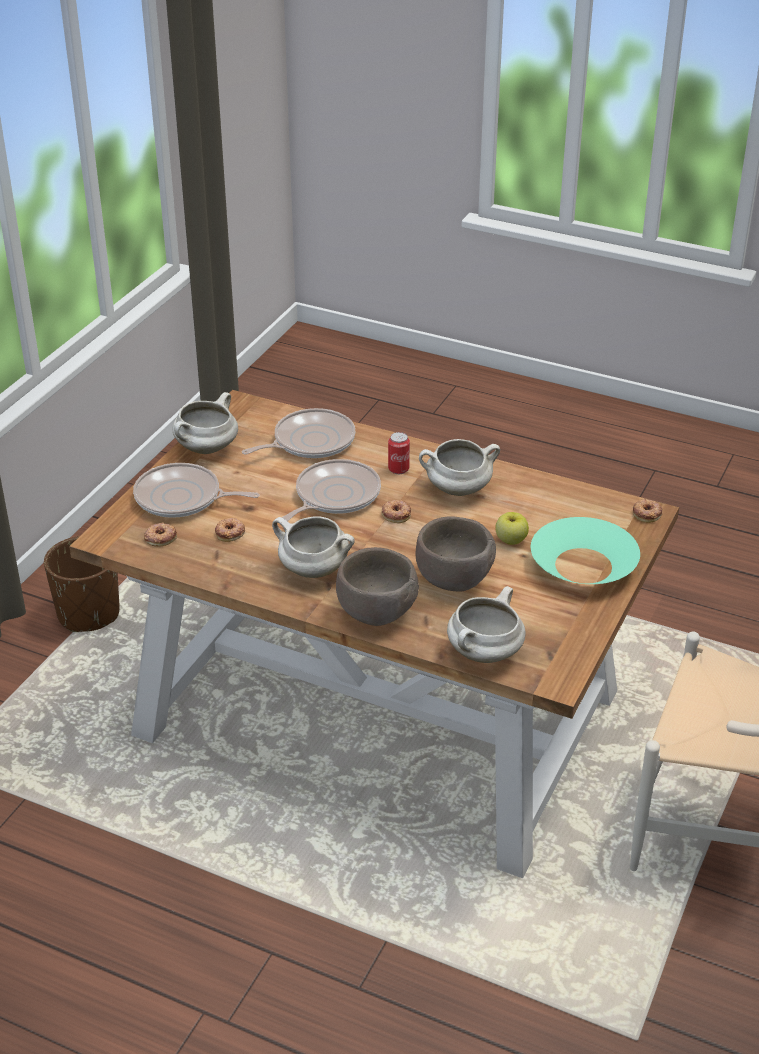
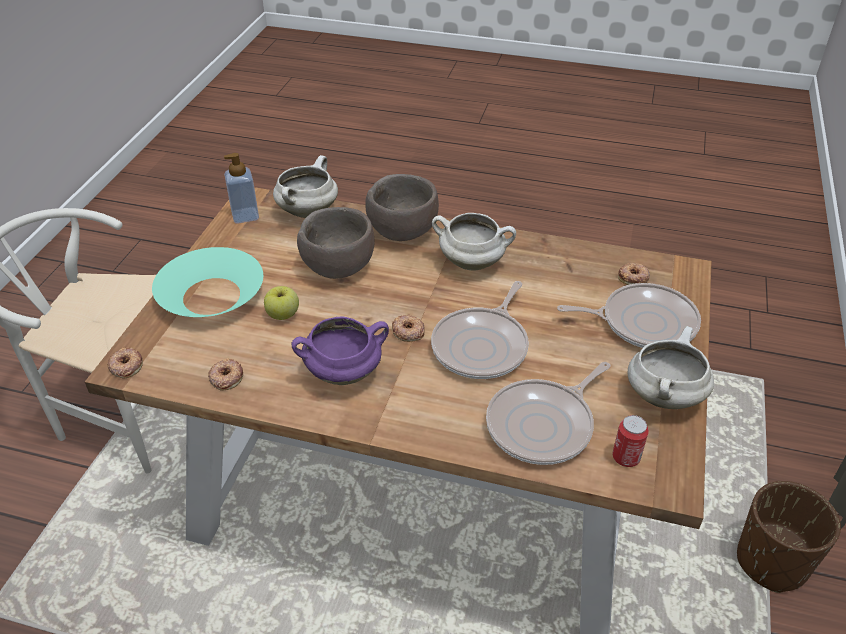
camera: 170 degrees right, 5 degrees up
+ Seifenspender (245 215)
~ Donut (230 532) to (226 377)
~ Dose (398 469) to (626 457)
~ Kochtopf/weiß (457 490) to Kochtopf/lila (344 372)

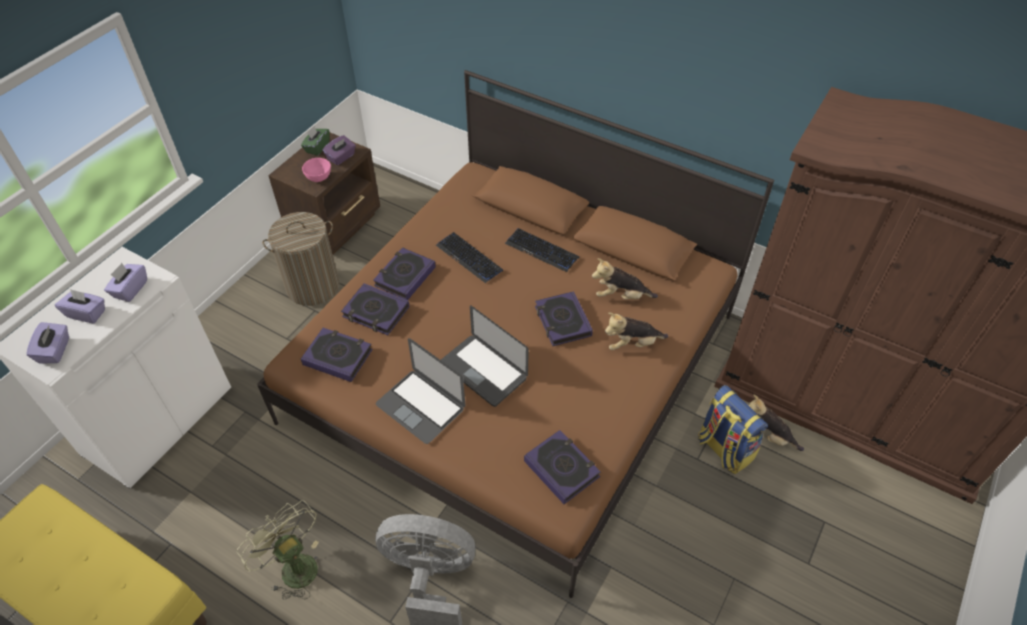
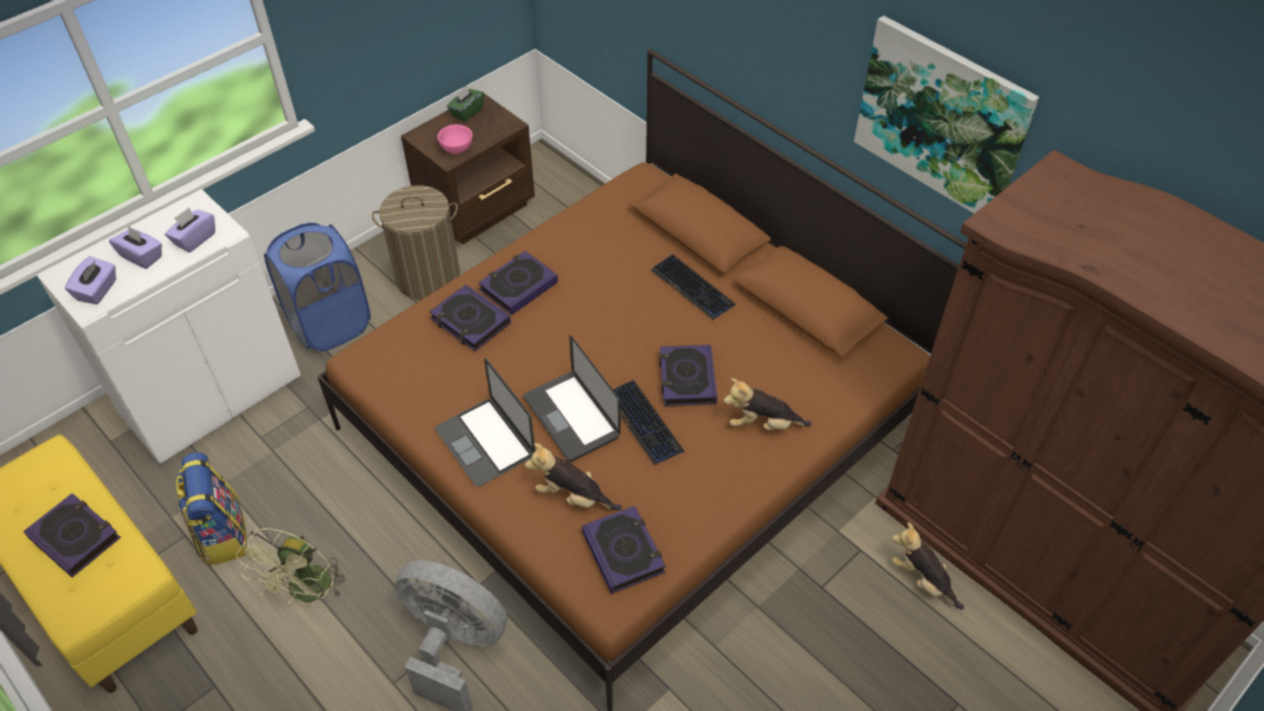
camera: 15 degrees right, 0 degrees up
- Taschentuchbox/lila (341 157)
+ Wäschekorb/blau (330 324)
+ Bild (942 118)
~ Buch (338 357) to (75 538)
~ Tastatur (469 258) to (644 423)
~ Plüschtier (621 296) to (573 496)
~ Rucksack (723 449) to (222 534)
~ Ventilator/grün (293 566) = (307 593) 135 degrees counterclockwise

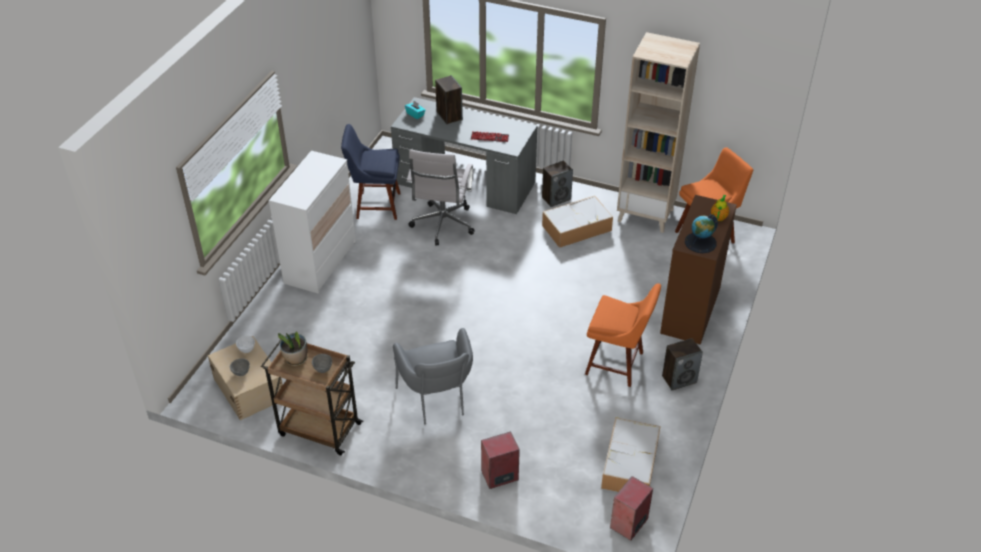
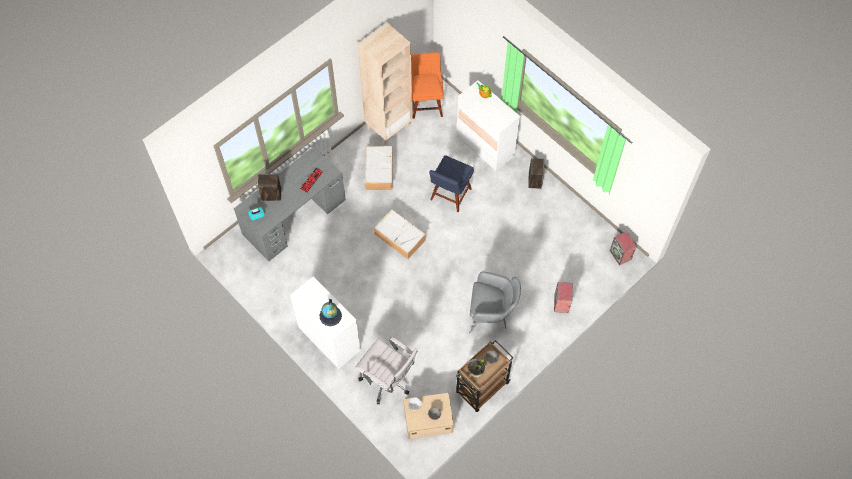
camera: 65 degrees left, 20 degrees up
- Lautsprecher (556 198)
- Stuhl/orange (617 364)
~ Stuhl/blau (375 205) to (449 196)
~ Bürostuhl/weiß (442 226) to (388 381)
~ Aufbewahrungsbox (630 464) to (400 237)
~ Globus (700 242) to (330 315)
~ Kommode/braun (690 310) to Kommode/weiß (485 147)

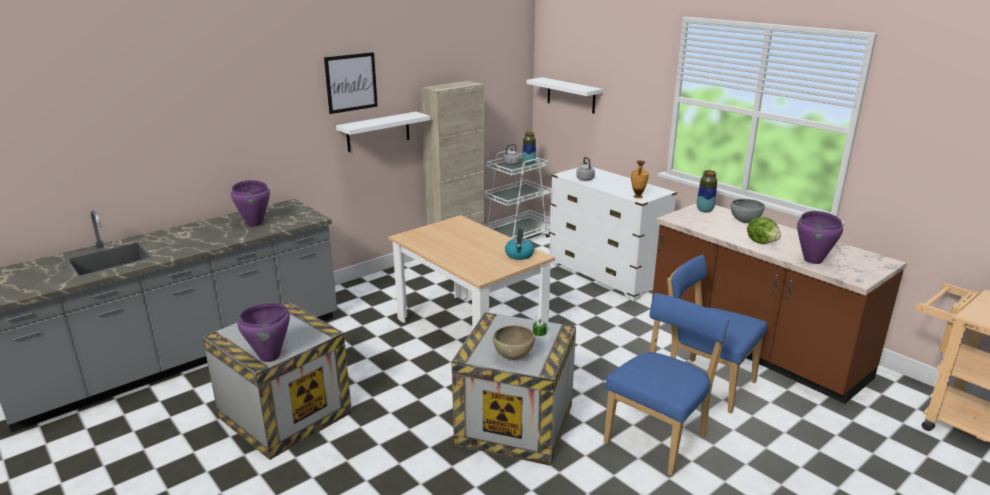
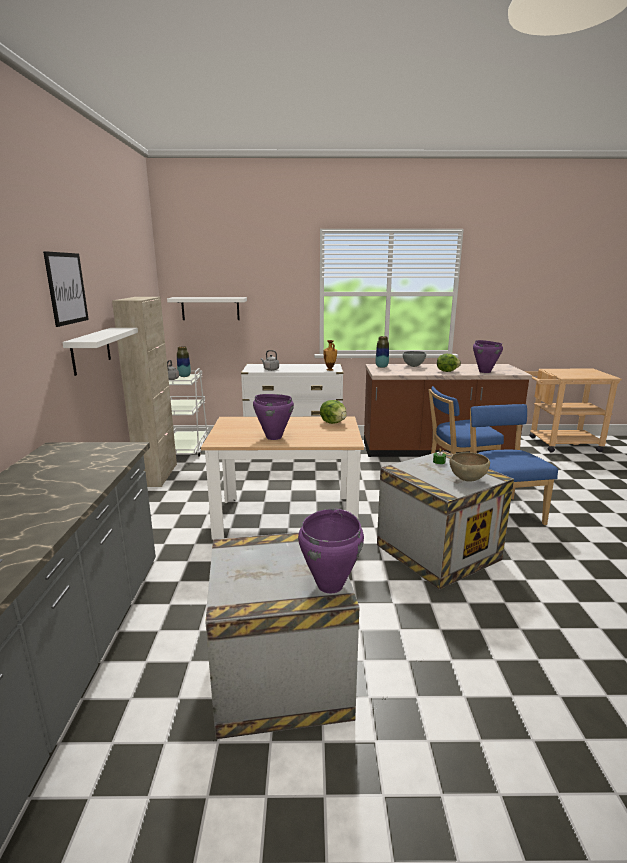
camera: 50 degrees left, 5 degrees down
~ Kochtopf/lila (255 223) to (273 437)
~ Wasserkessel (519 255) to Salatkopf (333 422)

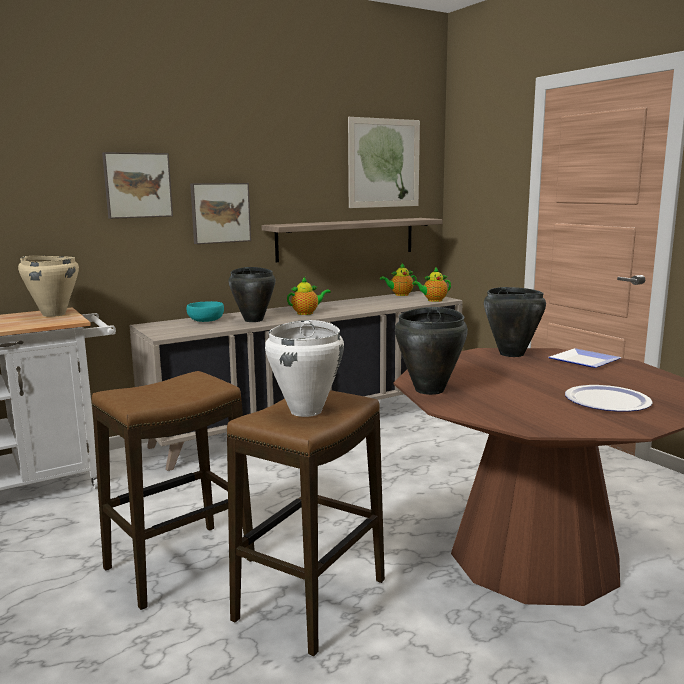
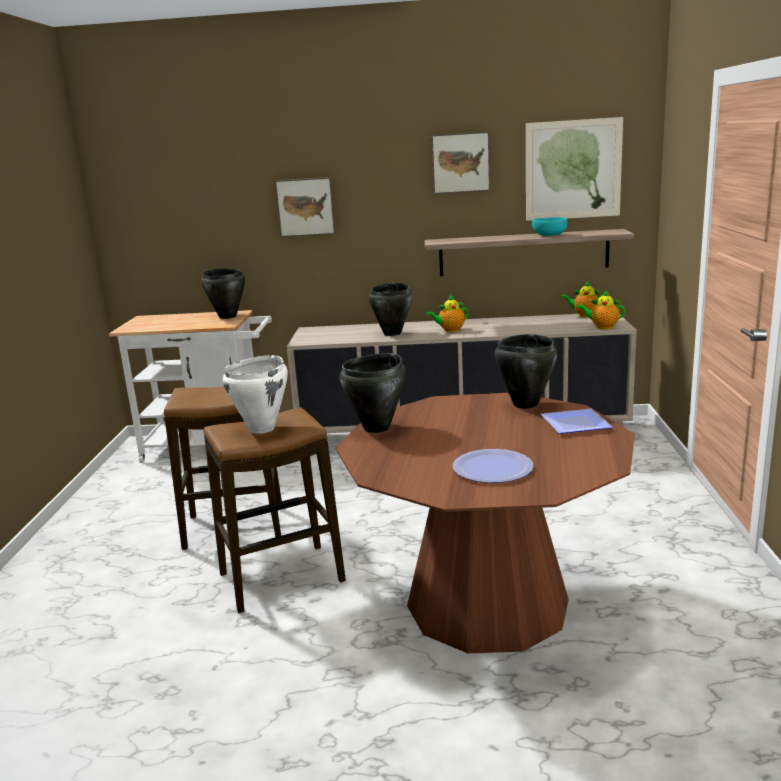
camera: 35 degrees right, 5 degrees up
~ Schüssel/türkis (206 321) to (550 235)
~ Bild (220 213) to (460 162)
~ Kochtopf/beige (54 314) to Kochtopf/schwarz (228 316)
~ Teekanne (307 313) = (450 330) 150 degrees clockwise

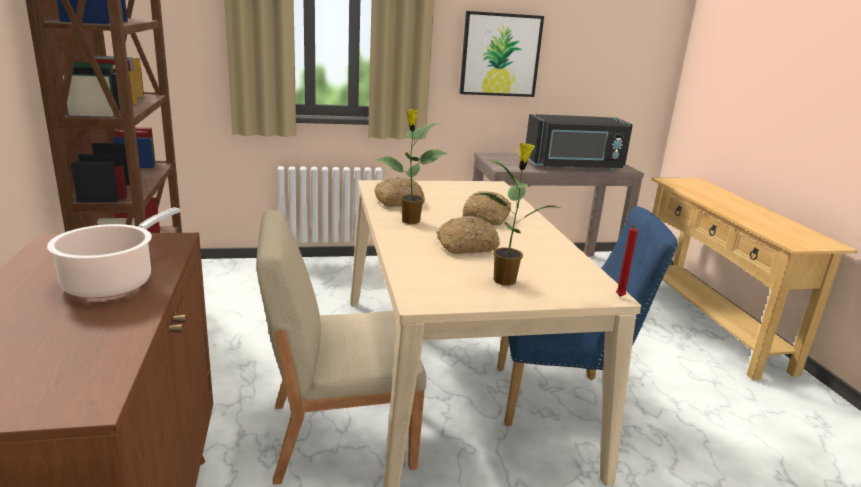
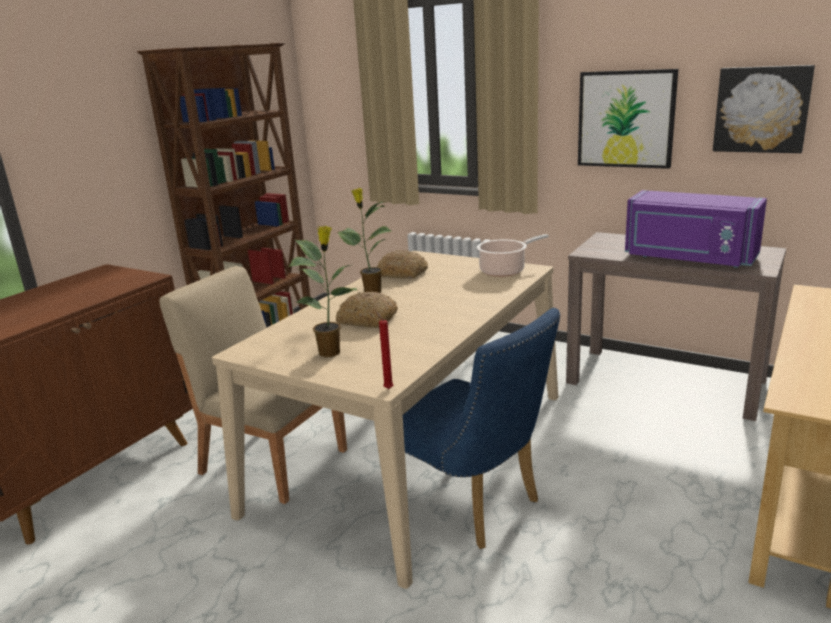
camera: 45 degrees right, 0 degrees up
- Brot (486 217)
+ Bild (761 109)
~ Kochtopf (113 282) to (505 270)
~ Mikrowelle/schwarz (574 166) to Mikrowelle/lila (688 258)

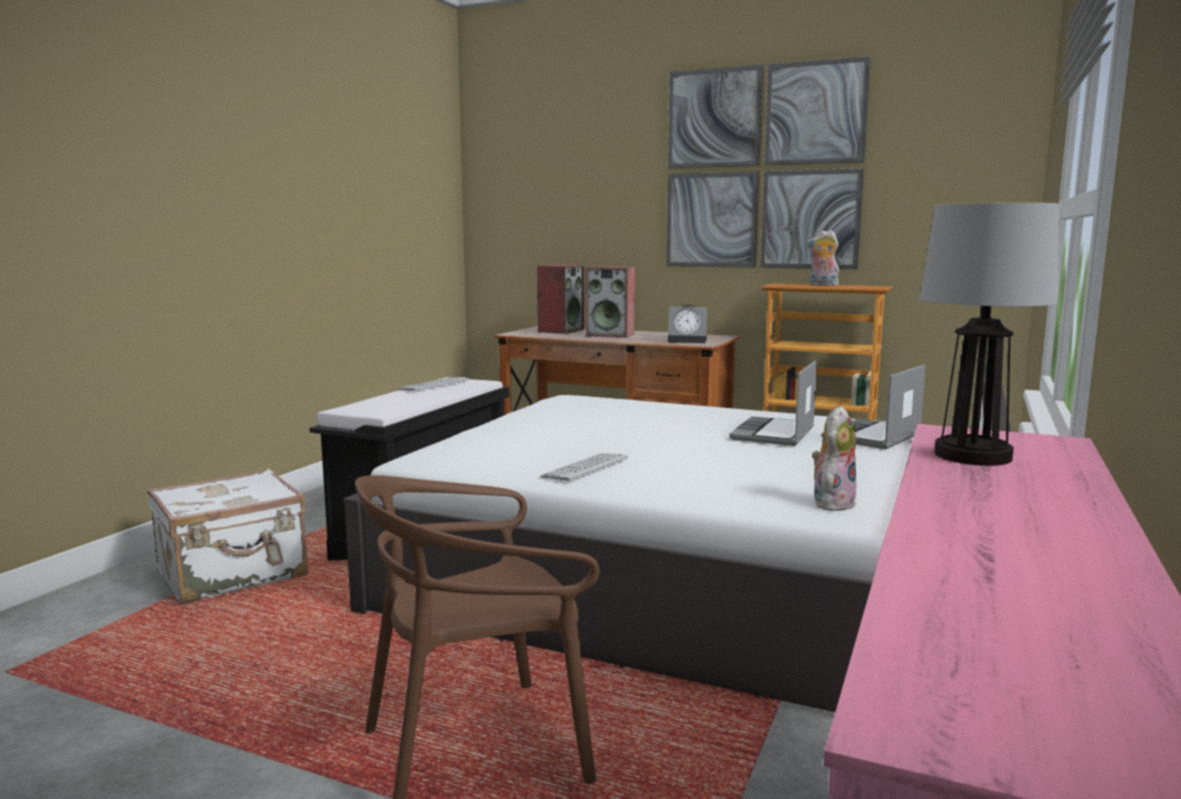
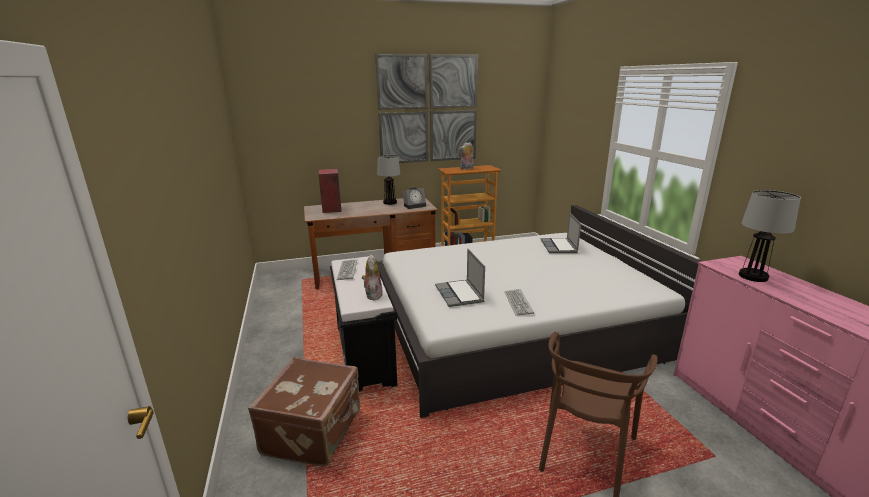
camera: 40 degrees left, 10 degrees up
- Lautsprecher (611 335)
+ Tischlampe (390 202)
~ Laptop (774 434) to (460 294)
~ Plüschtier (832 503) to (372 295)
~ Koffer/weiß (234 575) to Koffer/braun (314 431)

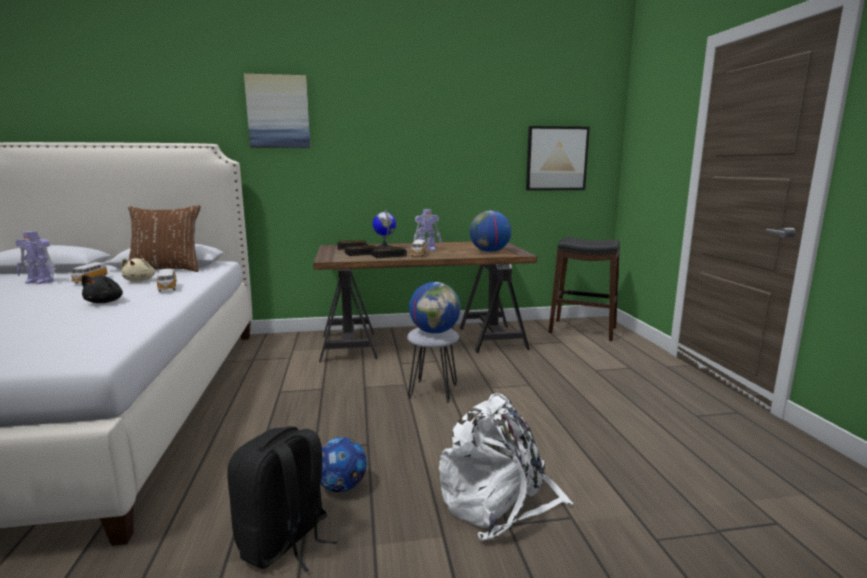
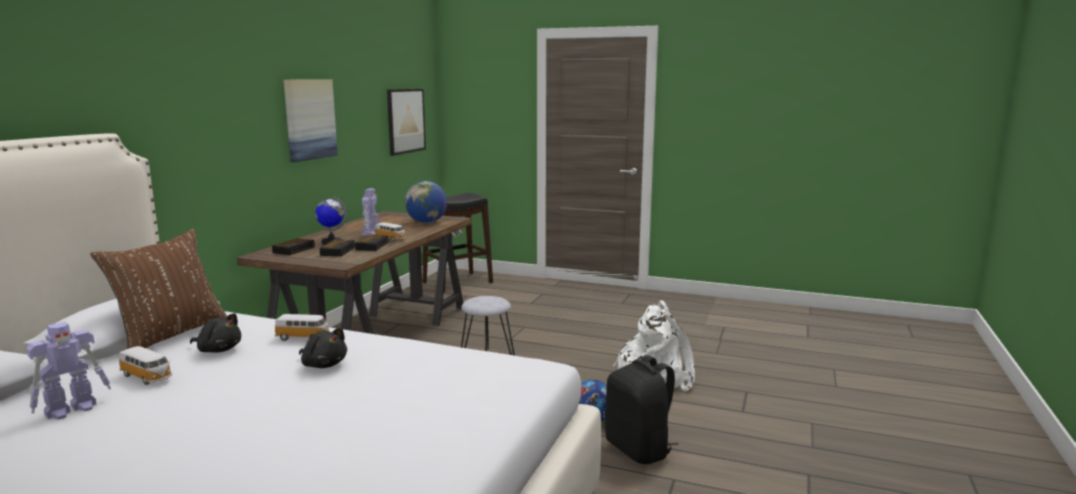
camera: 60 degrees left, 0 degrees up
- Globus (435 332)
~ Bild (278 112) to (309 119)
~ Plüschtier/beige (140 280) to Plüschtier/schwarz (218 350)

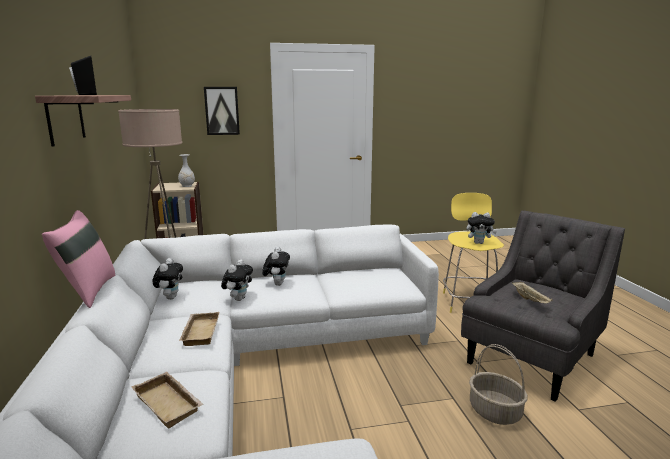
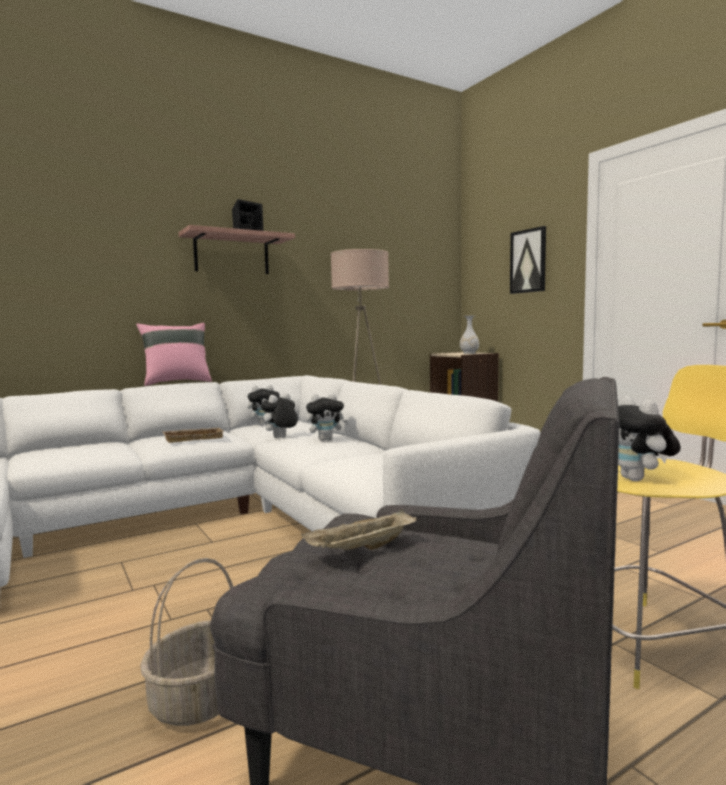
camera: 70 degrees right, 10 degrees down
- Tablett/beige (170 403)
~ Plüschtier (238 298) = (280 438) 135 degrees clockwise

